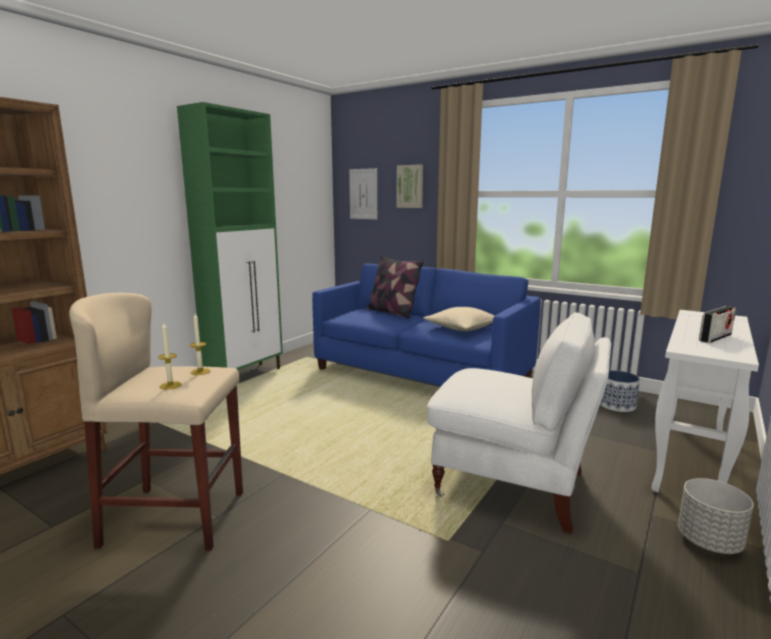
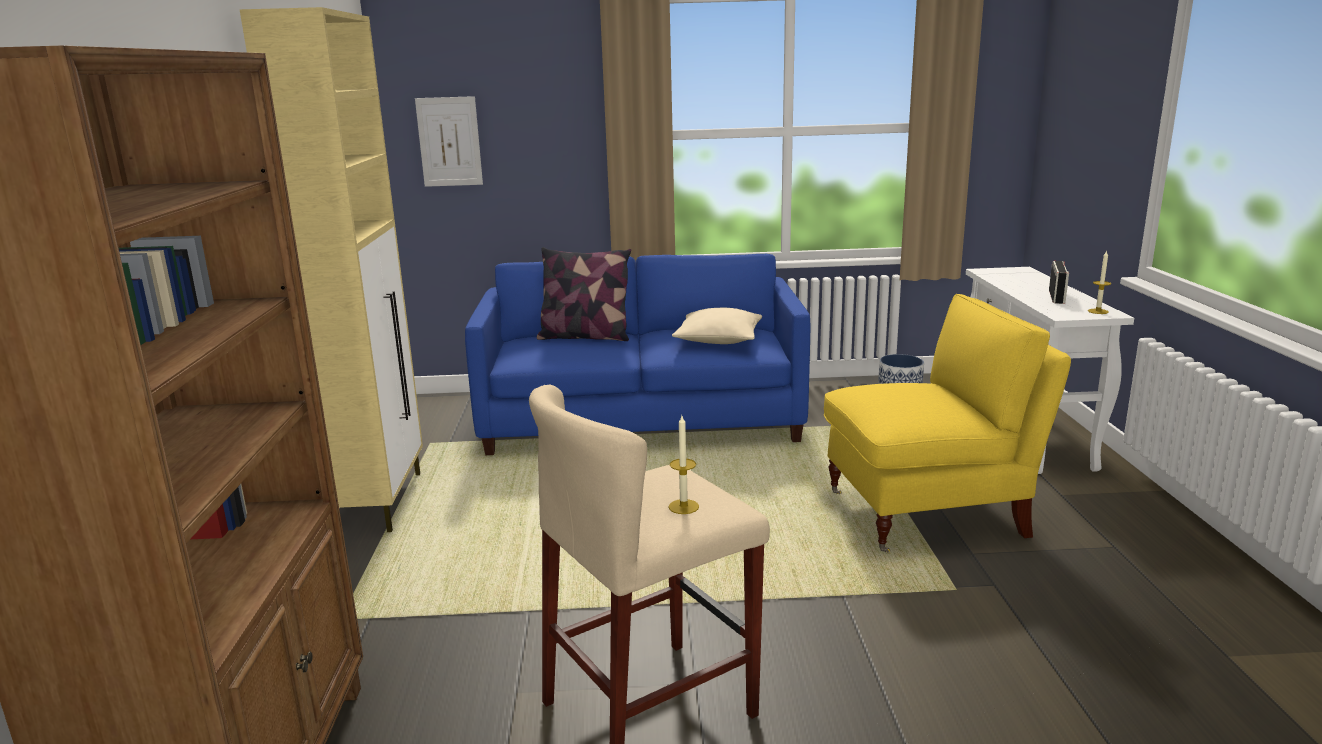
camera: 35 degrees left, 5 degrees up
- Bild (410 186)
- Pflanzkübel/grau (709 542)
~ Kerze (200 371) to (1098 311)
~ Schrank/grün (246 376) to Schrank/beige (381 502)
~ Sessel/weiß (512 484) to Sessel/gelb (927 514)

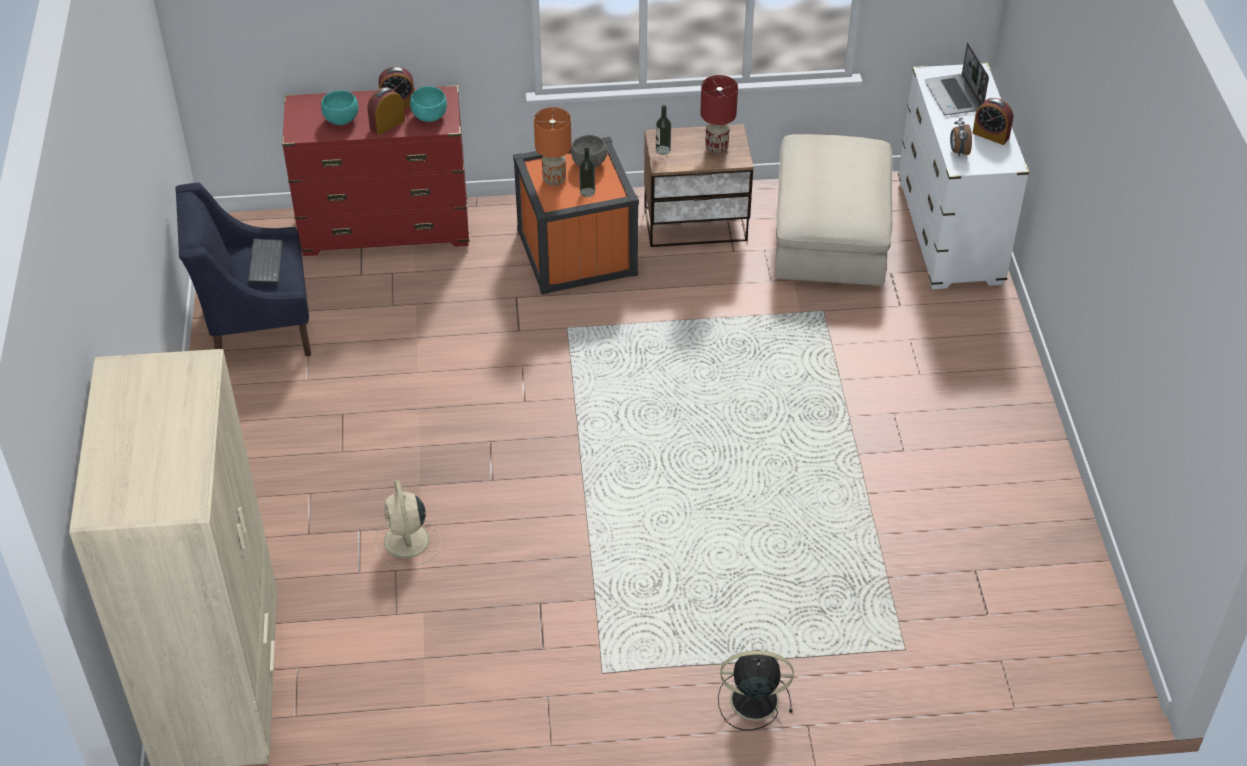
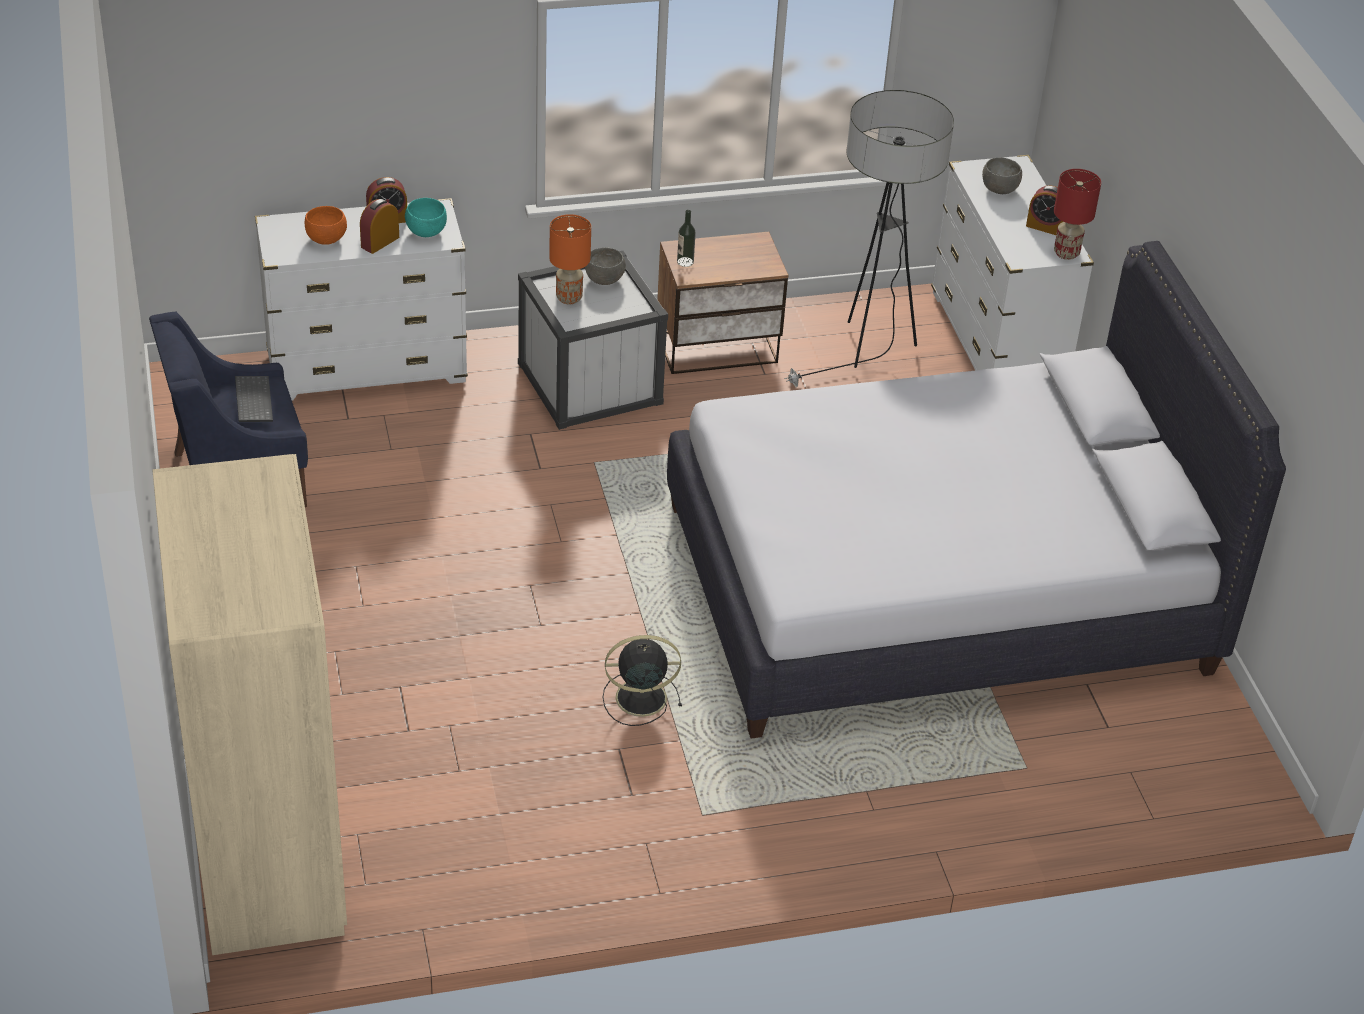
camera: 10 degrees left, 5 degrees down
- Ventilator/beige (407 542)
- Flasche (587 192)
- Wecker (958 151)
+ Bett/weiß (936 587)
~ Tischlampe/rot (716 148) to (1066 253)
~ Ventilator/schwarz (752 700) to (638 698)
~ Polsterhocker/beige (831 234) to Stehlampe (868 352)
~ Laptop (954 96) to Schüssel/grau (1000 190)
~ Kommode/rot (386 228) to Kommode/weiß (367 368)
~ Schüssel/türkis (342 120) to Schüssel/orange (327 239)
~ Aufbewahrungsbox/orange (577 252) to Aufbewahrungsbox/weiß (590 383)

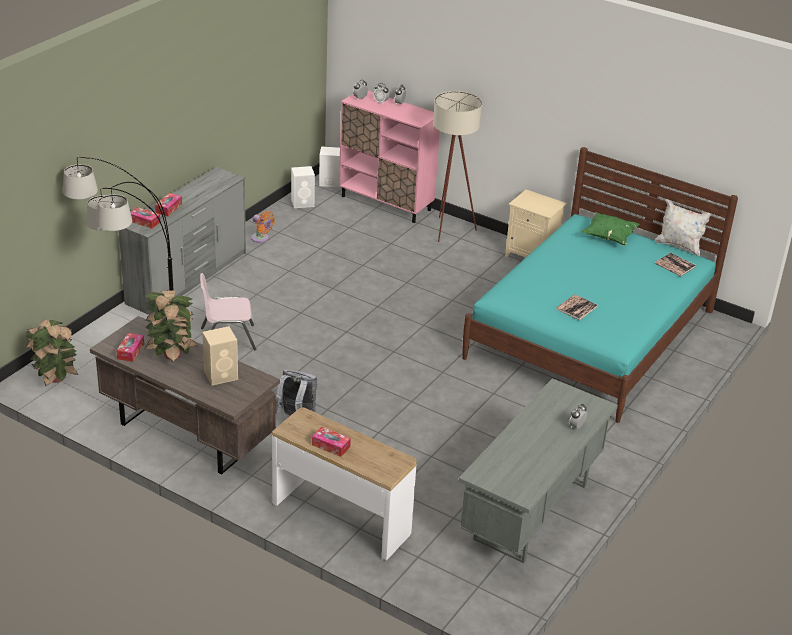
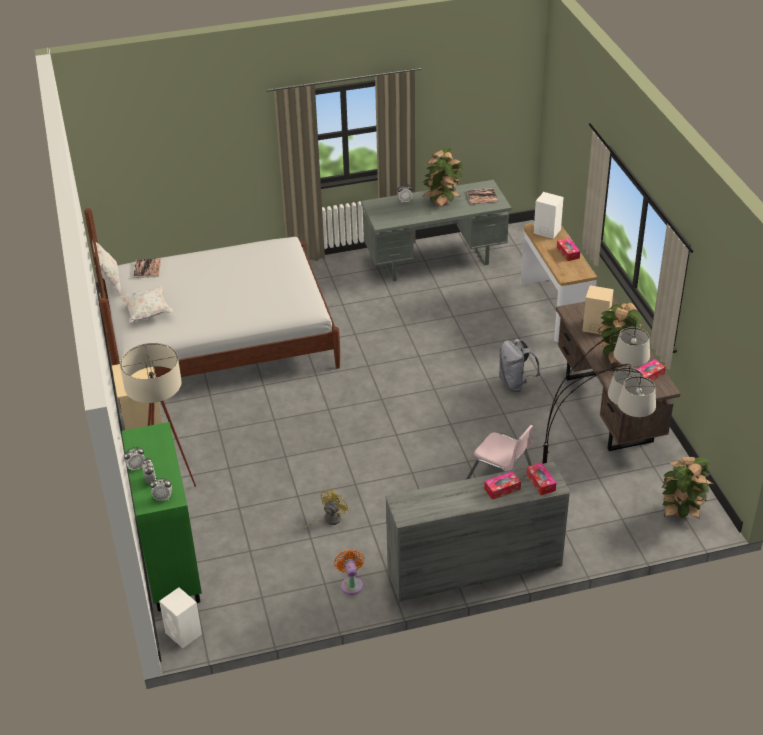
camera: 135 degrees left, 5 degrees up
+ Ventilator/gelb (328 520)
+ Topfpflanze (443 202)
~ Lautsprecher/weiß (303 203) to (546 231)
~ Buch (576 308) to (482 197)
~ Schrank/rosa (386 203) to Schrank/grün (171 564)
~ Bett/türkis (590 334) to Bett/weiß (219 339)
~ Kissen/grün (608 237) to Kissen/weiß (147 312)

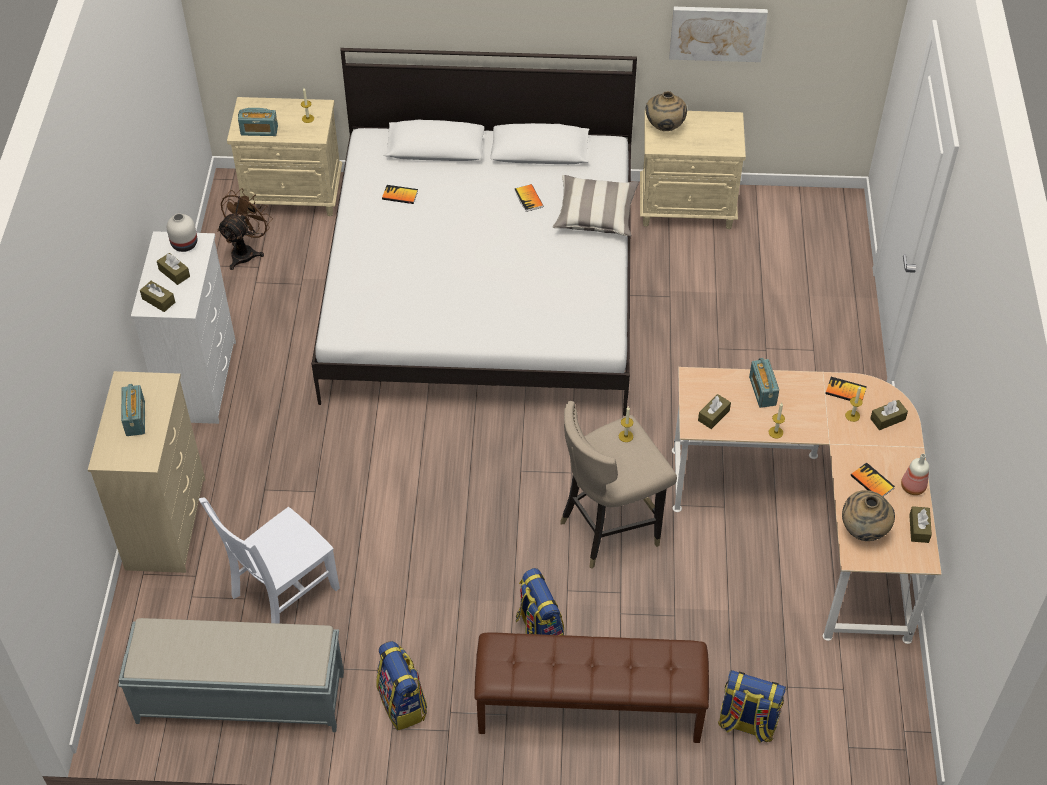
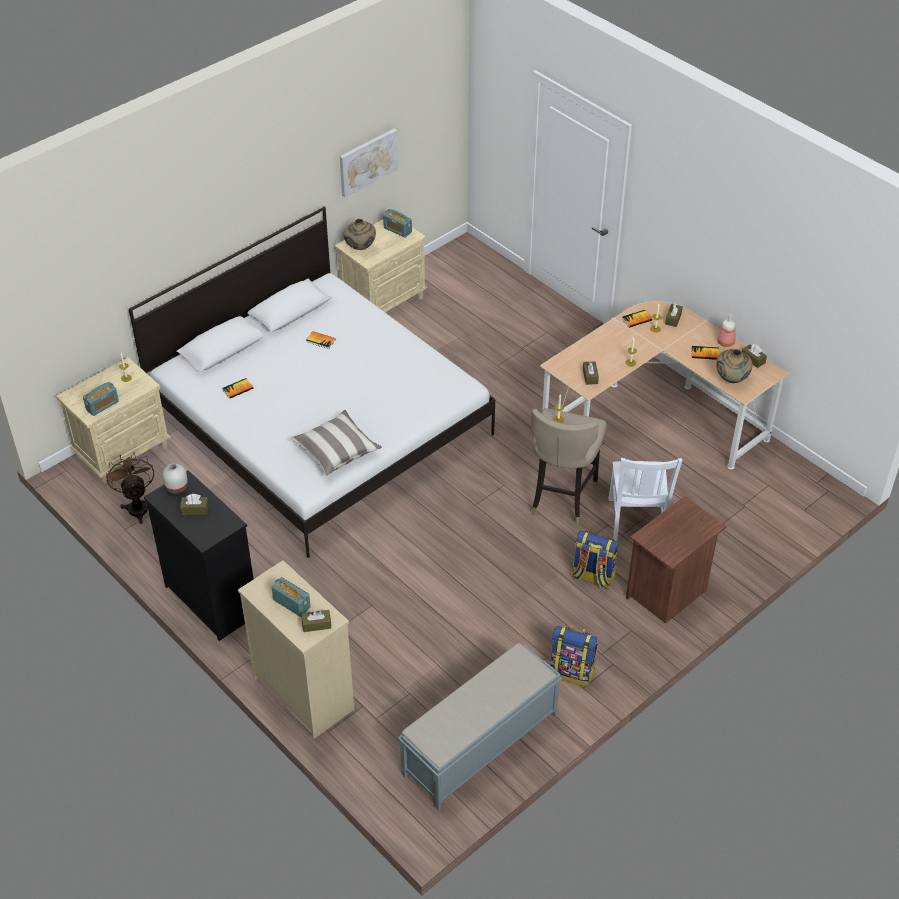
camera: 45 degrees left, 5 degrees down
- Rucksack (747 723)
~ Taschentuchbox/braun (158 300) to (316 624)
~ Stuhl/weiß (282 594) to (636 523)
~ Kissen (595 215) to (336 451)
~ Radio (762 391) to (397 230)
~ Bank/braun (589 710) to Nachttisch/braun (668 593)
~ Kommode/weiß (200 380) to Kommode/schwarz (211 599)

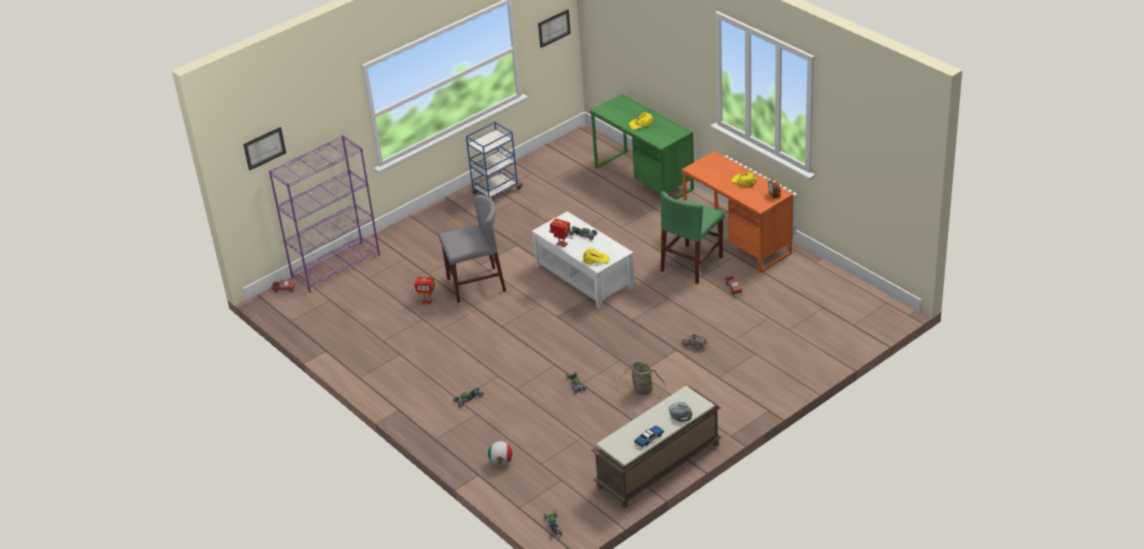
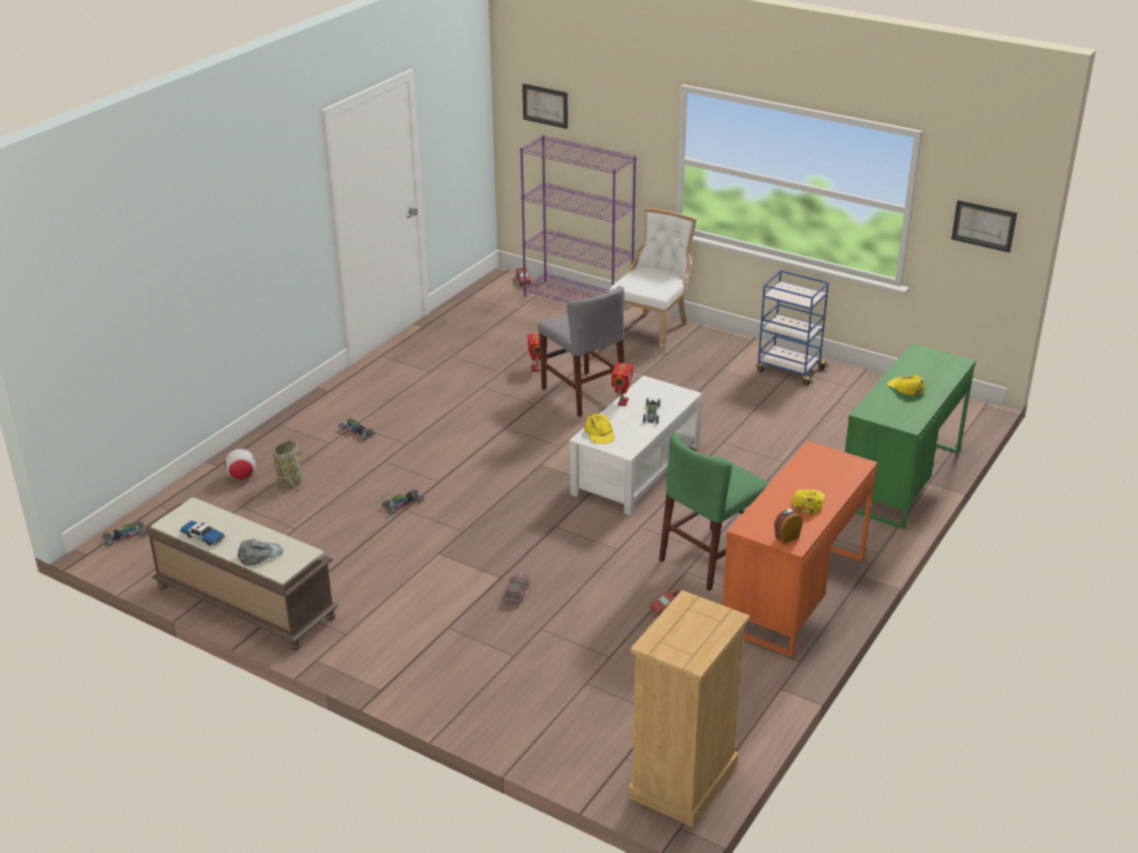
camera: 70 degrees right, 5 degrees down
+ Stuhl/weiß (652 330)
+ Kommode/beige (683 781)
~ Korb (641 390) to (291 481)
~ Stuhl/grün (692 264) = (710 558) 60 degrees counterclockwise

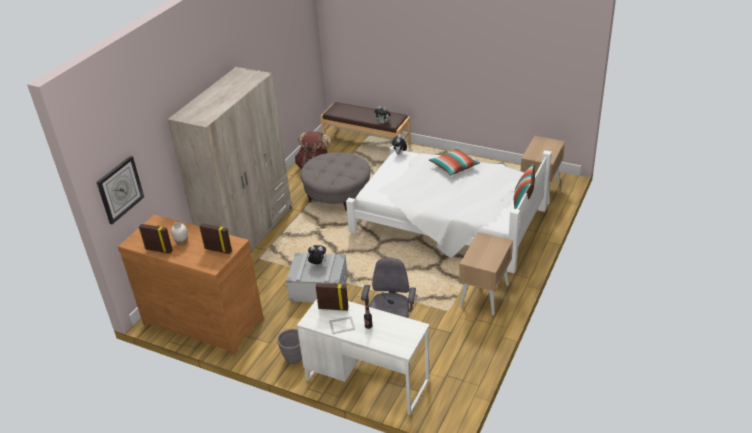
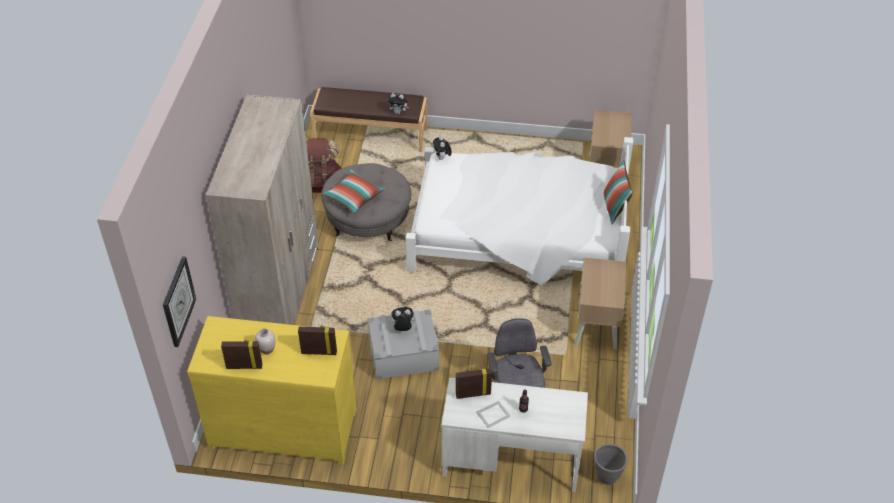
camera: 20 degrees left, 10 degrees up
~ Pflanzkübel/grau (294 358) to (607 476)
~ Kissen (454 167) to (353 197)
~ Kommode/braun (204 320) to Kommode/gelb (283 426)

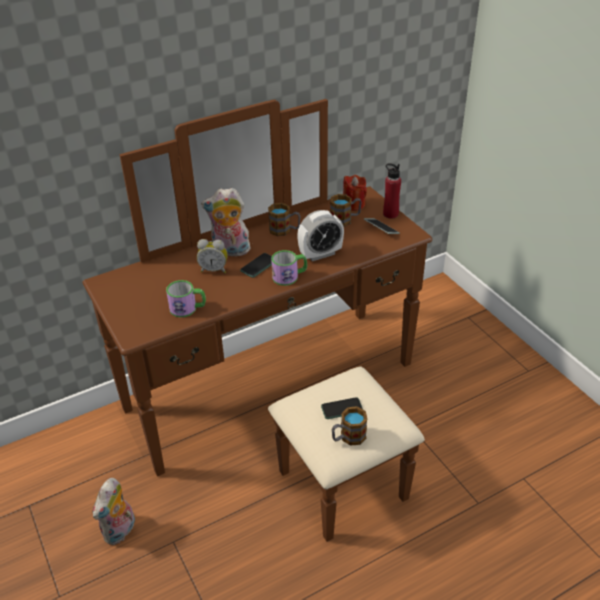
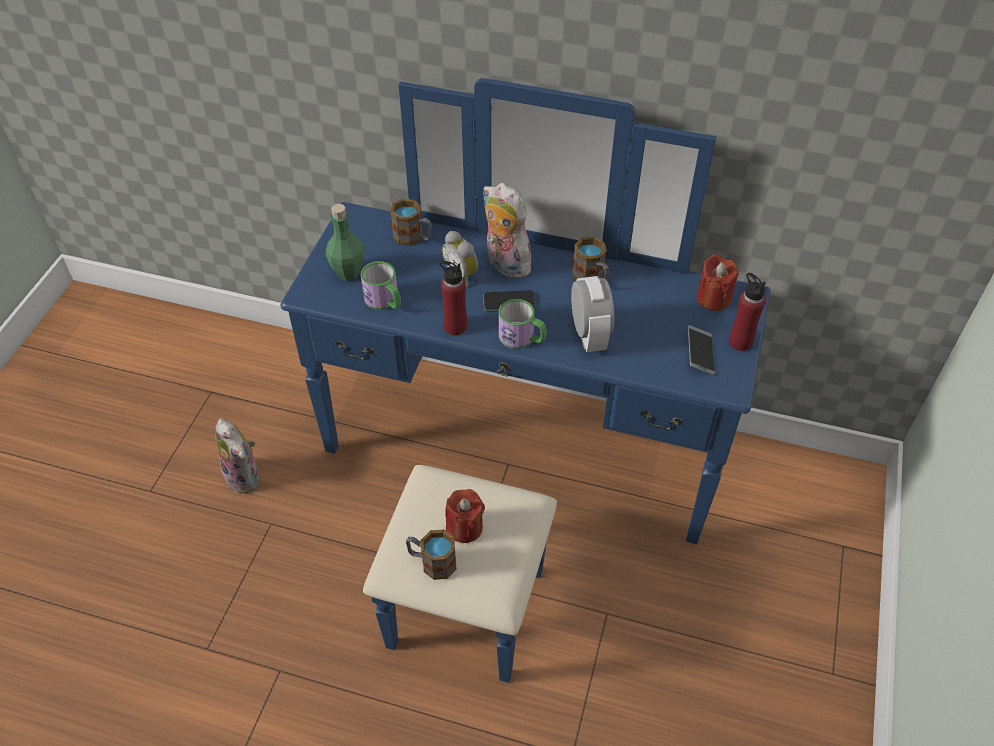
camera: 45 degrees right, 10 degrees up
+ Flasche/grün (348 272)
+ Flasche/rot (455 326)
~ Henkelbecher (345 220) to (413 237)
~ Handy (342 409) to Kerze/rot (464 527)
~ Kommode/braun (286 406) to Kommode/blau (511 480)
~ Plüschtier (120 531) = (245 476) 105 degrees counterclockwise
~ Wecker (320 254) = (589 335) 120 degrees counterclockwise

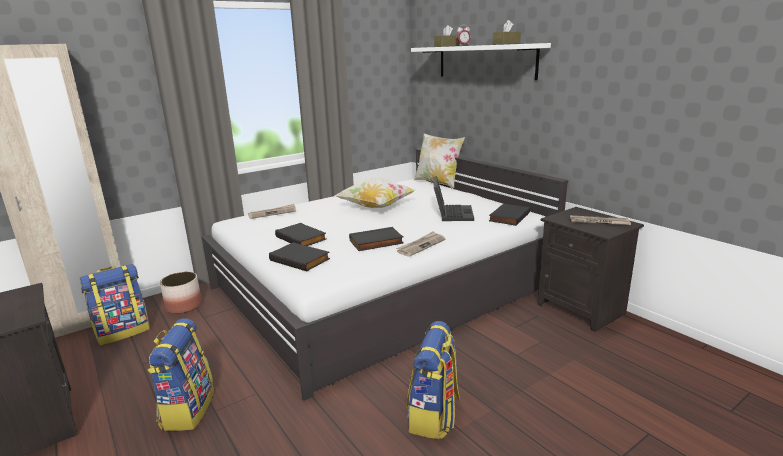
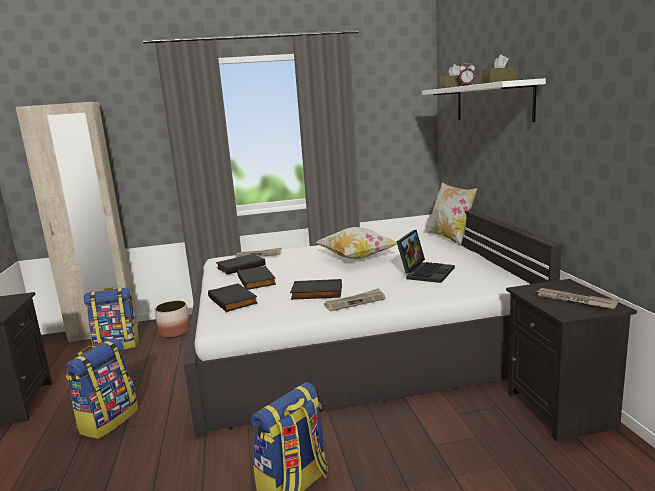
camera: 25 degrees right, 5 degrees down
~ Buch/schwarz (508 217) to (240 266)

